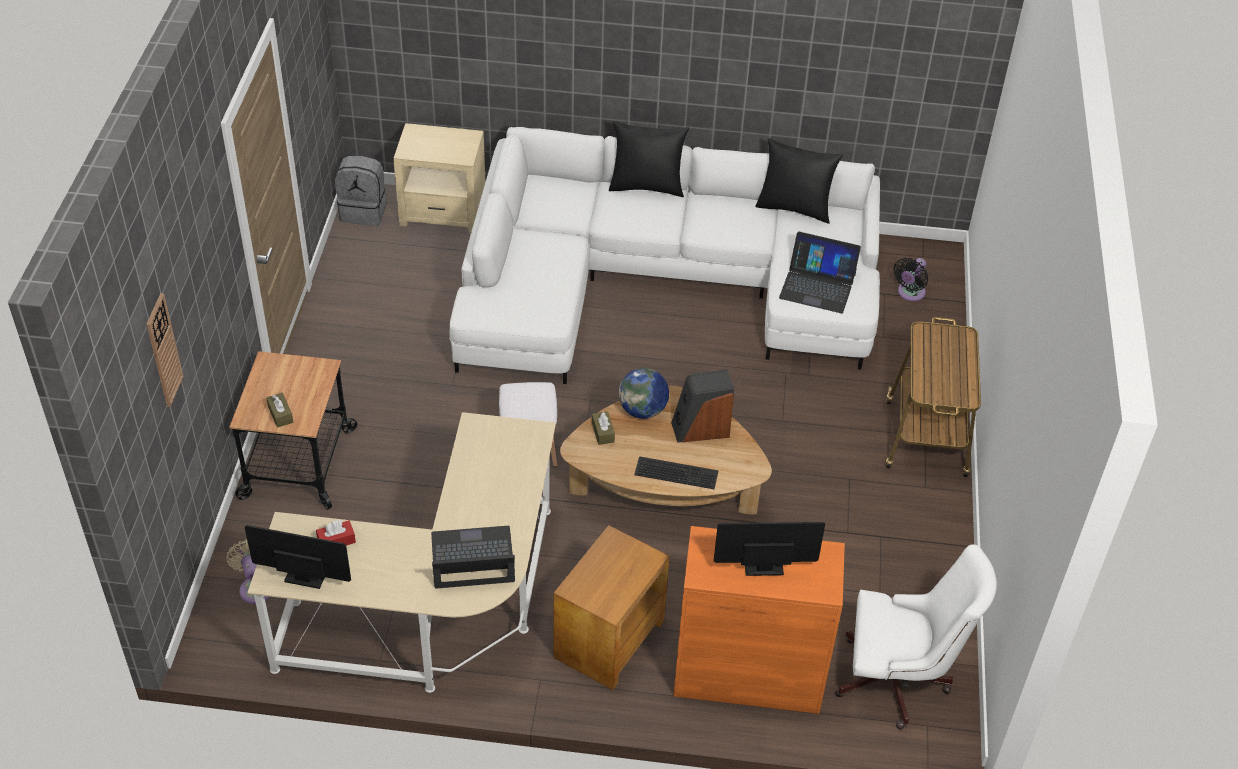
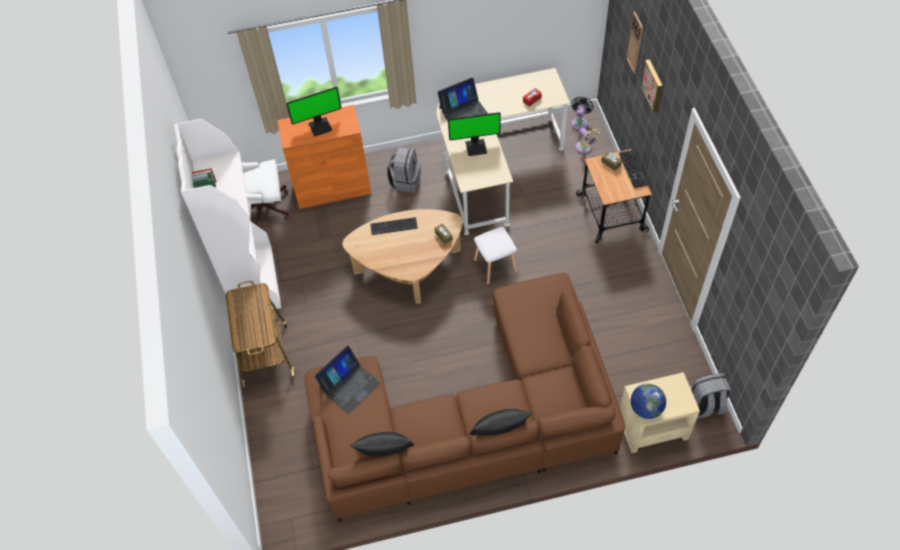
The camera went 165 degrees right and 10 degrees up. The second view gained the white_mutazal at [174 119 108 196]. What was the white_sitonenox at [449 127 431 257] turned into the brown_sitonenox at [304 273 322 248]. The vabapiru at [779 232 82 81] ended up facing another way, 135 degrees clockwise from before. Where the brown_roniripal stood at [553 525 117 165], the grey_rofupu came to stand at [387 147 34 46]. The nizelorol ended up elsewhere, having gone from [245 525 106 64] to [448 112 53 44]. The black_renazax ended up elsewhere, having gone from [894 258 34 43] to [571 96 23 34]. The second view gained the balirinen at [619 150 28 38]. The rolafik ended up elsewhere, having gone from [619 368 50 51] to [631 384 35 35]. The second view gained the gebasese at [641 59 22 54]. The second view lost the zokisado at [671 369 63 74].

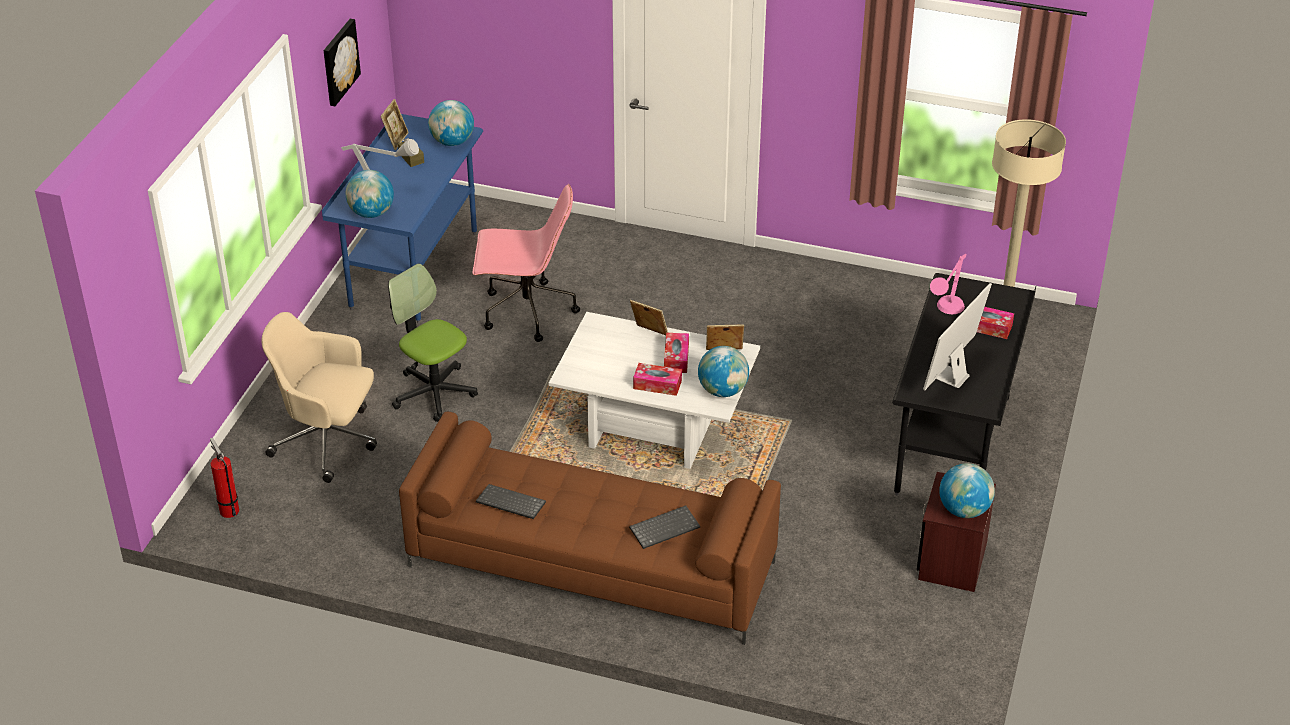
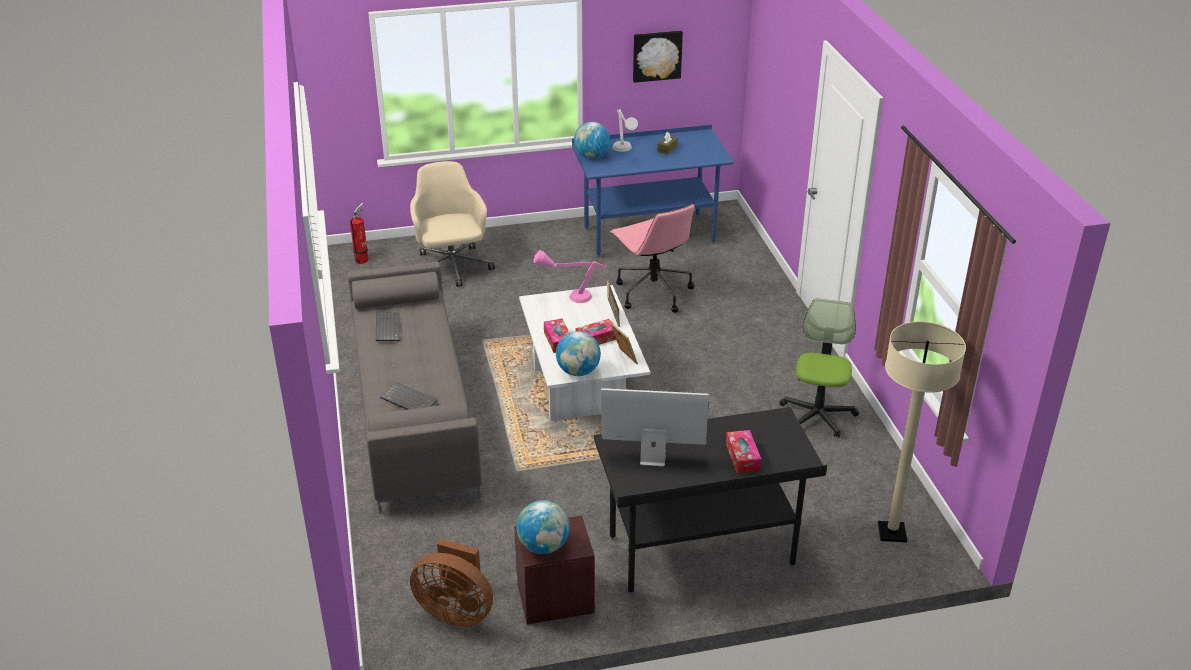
The camera went 60 degrees right and 5 degrees down. What was the brown_sitonenox at [399 412 382 233] turned into the grey_sitonenox at [347 262 135 252]. The second view gained the brown_renazax at [410 539 83 87]. The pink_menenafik ended up elsewhere, having gone from [930 254 36 60] to [534 250 73 53]. The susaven ended up elsewhere, having gone from [388 264 90 158] to [779 298 80 139]. The second view lost the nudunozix at [380 99 29 51]. The second view lost the rolafik at [428 100 46 46].

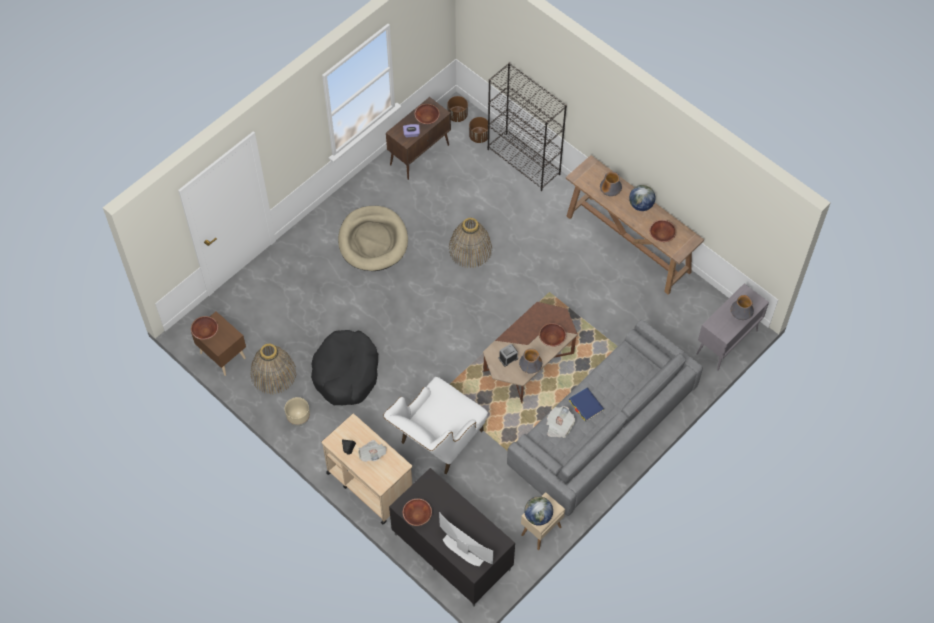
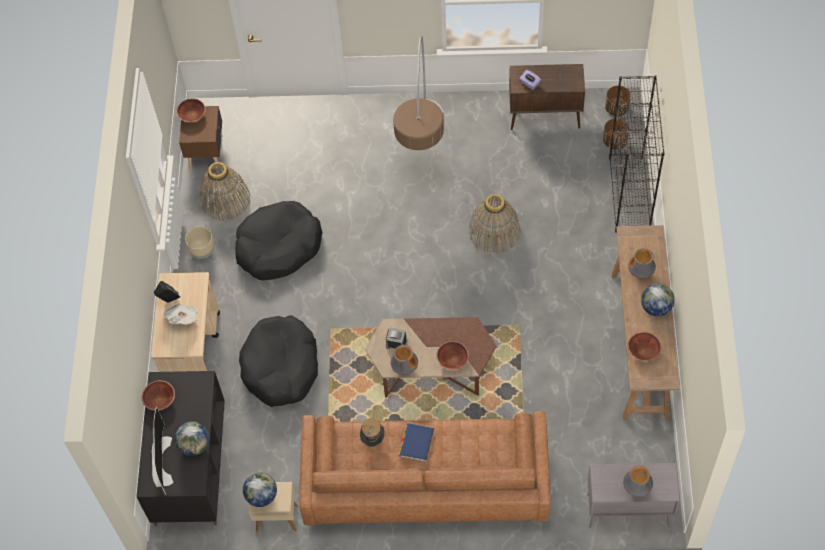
The camera went 50 degrees right and 0 degrees up. The second view gained the rolafik at [175 421 34 35]. Where the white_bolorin stood at [383 377 105 97], the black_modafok came to stand at [239 315 79 92]. What was the grey_sitonenox at [507 320 196 196] turned into the brown_sitonenox at [299 411 251 114]. Where the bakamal stood at [546 406 29 32], the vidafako came to stand at [360 418 25 29]. Where the beige_modafok stood at [338 206 70 65], the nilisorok came to stand at [393 36 51 114]. The second view lost the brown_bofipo at [414 104 26 20].

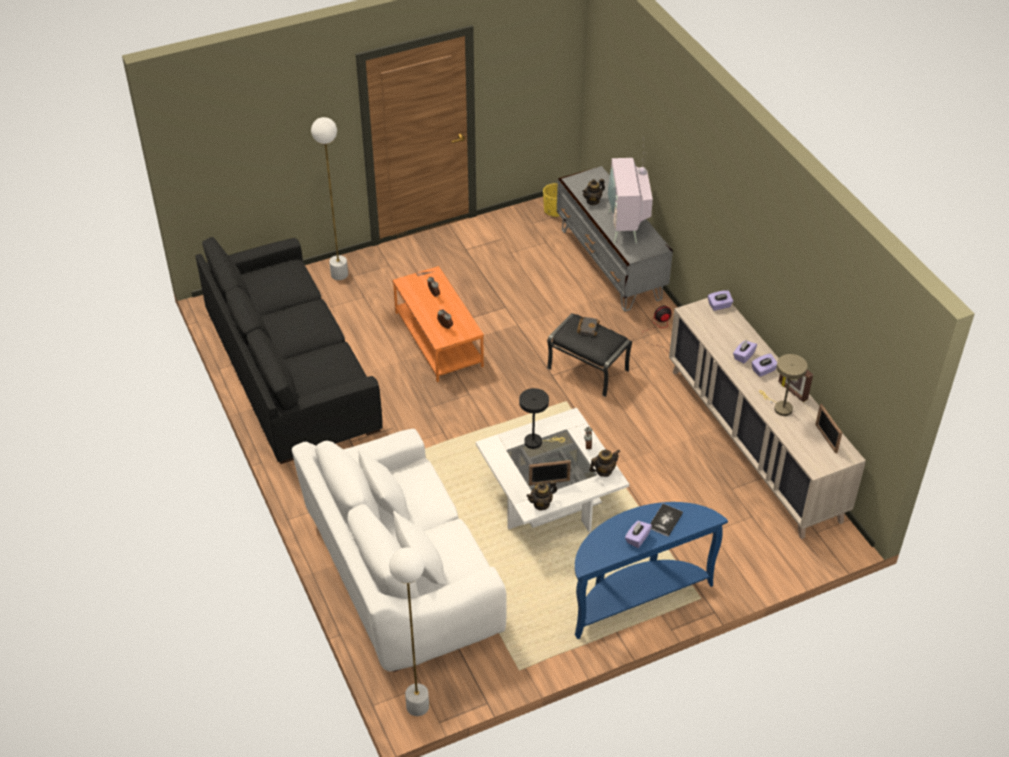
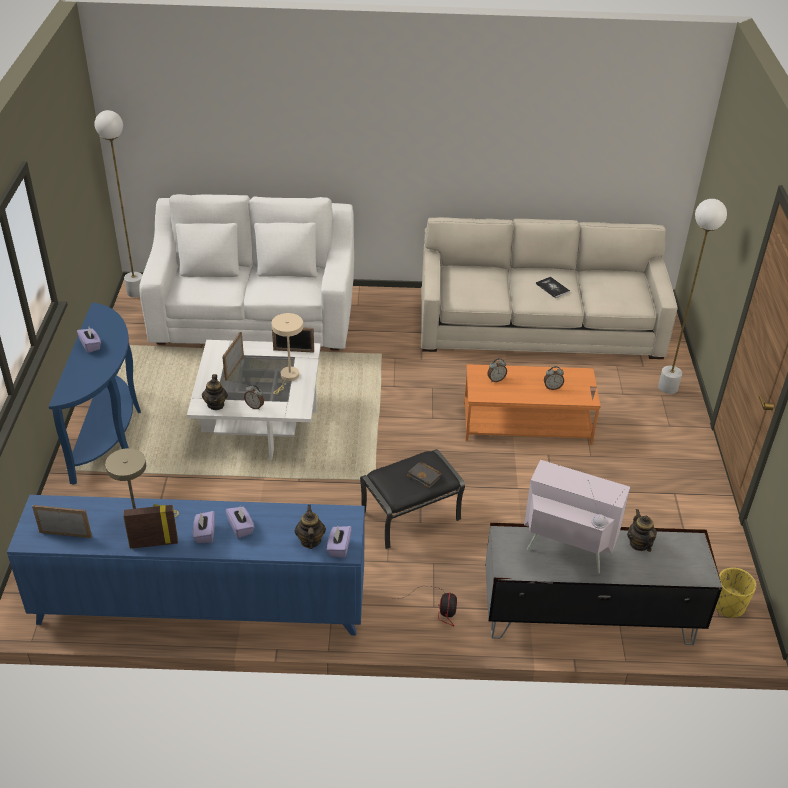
The camera went 115 degrees right and 5 degrees down. What was the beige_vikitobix at [669 298 197 241] turned into the blue_vikitobix at [7 495 358 140]. What was the black_menenafik at [519 388 46 61] turned into the beige_menenafik at [272 313 31 81]. The second view gained the nudunozix at [272 327 42 26]. The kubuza ended up elsewhere, having gone from [527 480 30 31] to [295 505 31 44]. What was the black_sitonenox at [196 237 187 227] turned into the beige_sitonenox at [421 217 256 142]. The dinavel ended up elsewhere, having gone from [650 504 33 33] to [536 276 34 22].

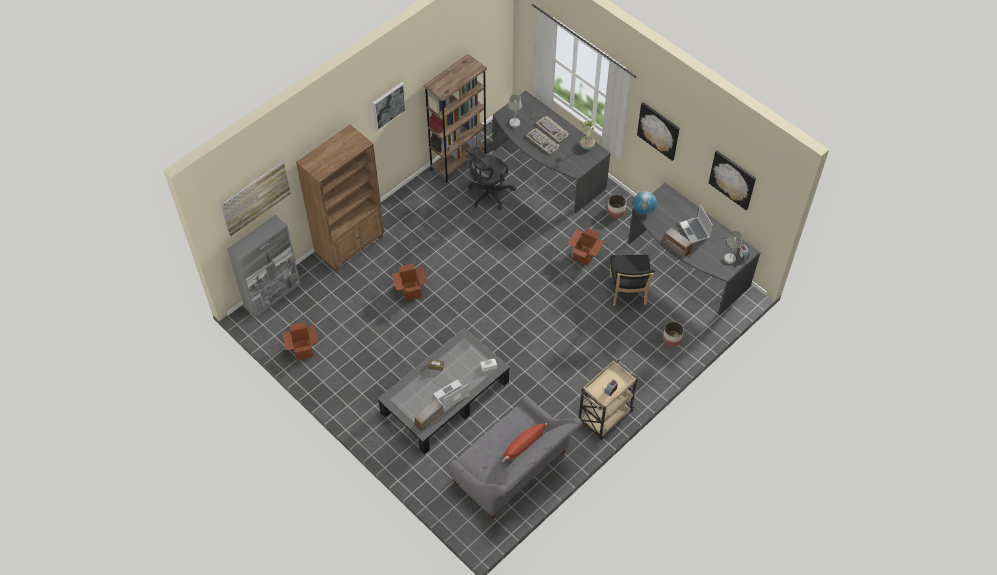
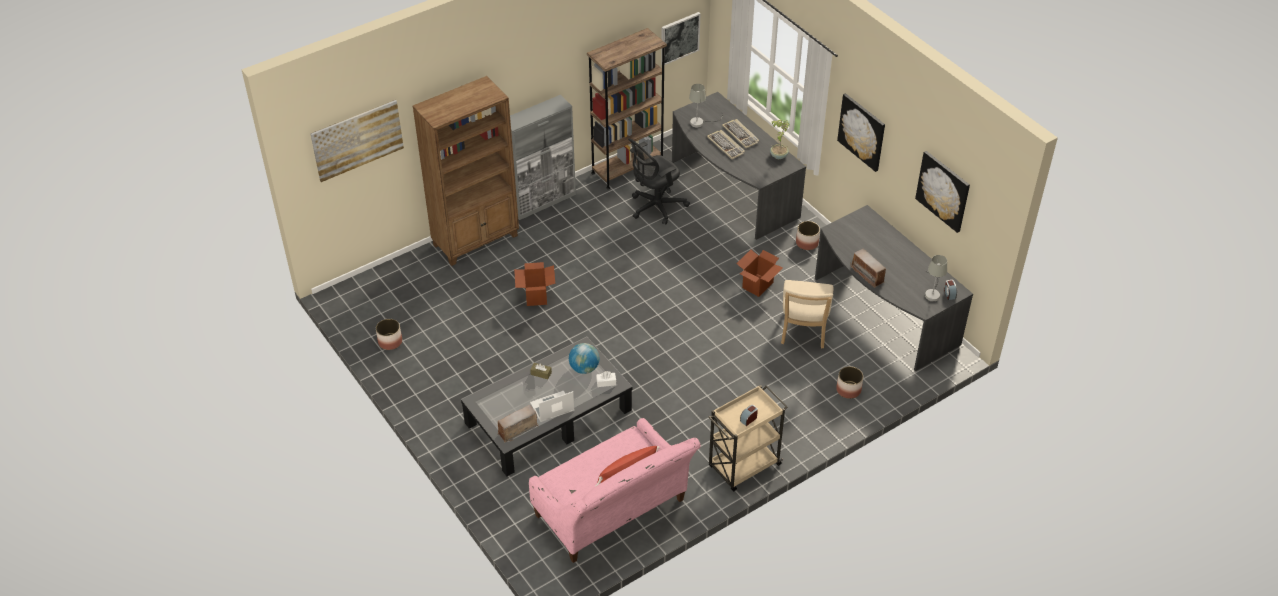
The camera went 10 degrees right and 10 degrees down. Where the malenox stood at [282 322 36 38], the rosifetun came to stand at [376 319 26 31]. The grey_vikitobix ended up elsewhere, having gone from [227 215 73 103] to [510 95 66 125]. What was the grey_sitonenox at [450 397 133 123] turned into the pink_sitonenox at [529 418 172 145]. The rolafik ended up elsewhere, having gone from [633 191 24 24] to [569 343 30 31]. The gebasese ended up elsewhere, having gone from [372 82 35 49] to [661 12 39 53]. What was the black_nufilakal at [610 255 45 51] turned into the beige_nufilakal at [781 280 53 68]. The second view lost the vabapiru at [680 205 33 38].

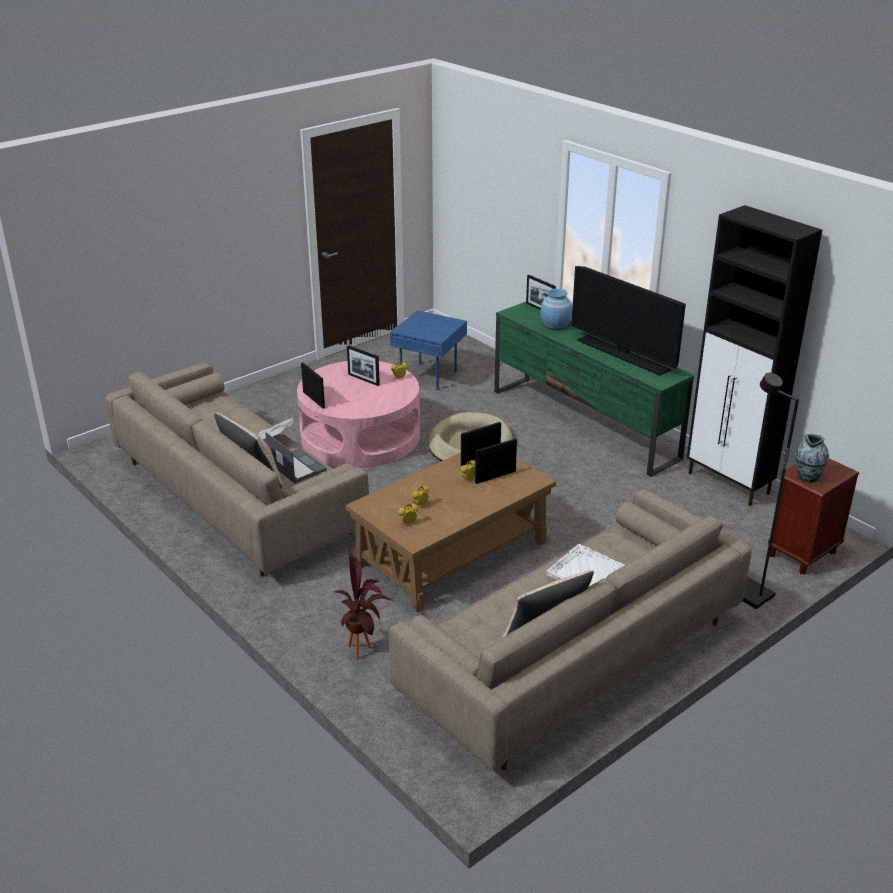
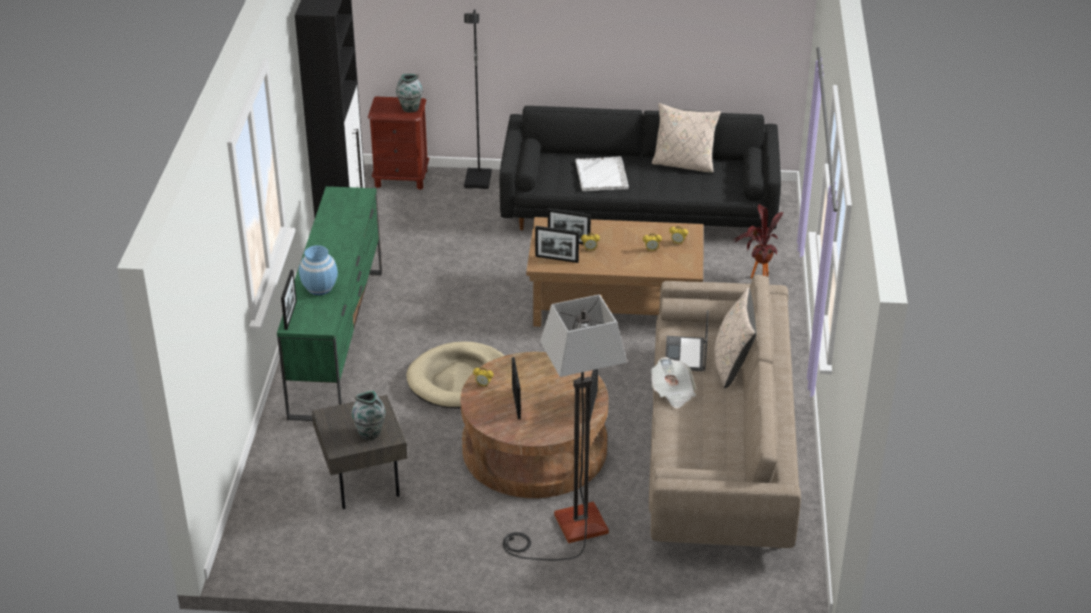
The camera went 135 degrees left and 5 degrees up. What was the blue_roniripal at [390 310 77 80] turned into the grey_roniripal at [312 395 96 114]. The second view gained the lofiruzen at [352 391 34 49]. What was the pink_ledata at [297 361 123 107] turned into the brown_ledata at [461 352 147 146]. What was the beige_sitonenox at [389 489 363 282] turned into the black_sitonenox at [500 106 281 134]. The second view gained the nilisorok at [503 294 124 266]. The second view lost the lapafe at [571 266 115 109].

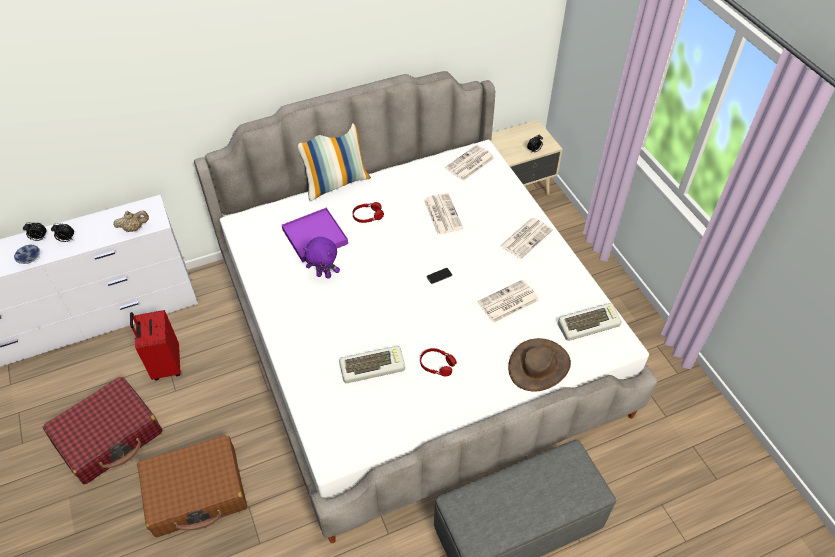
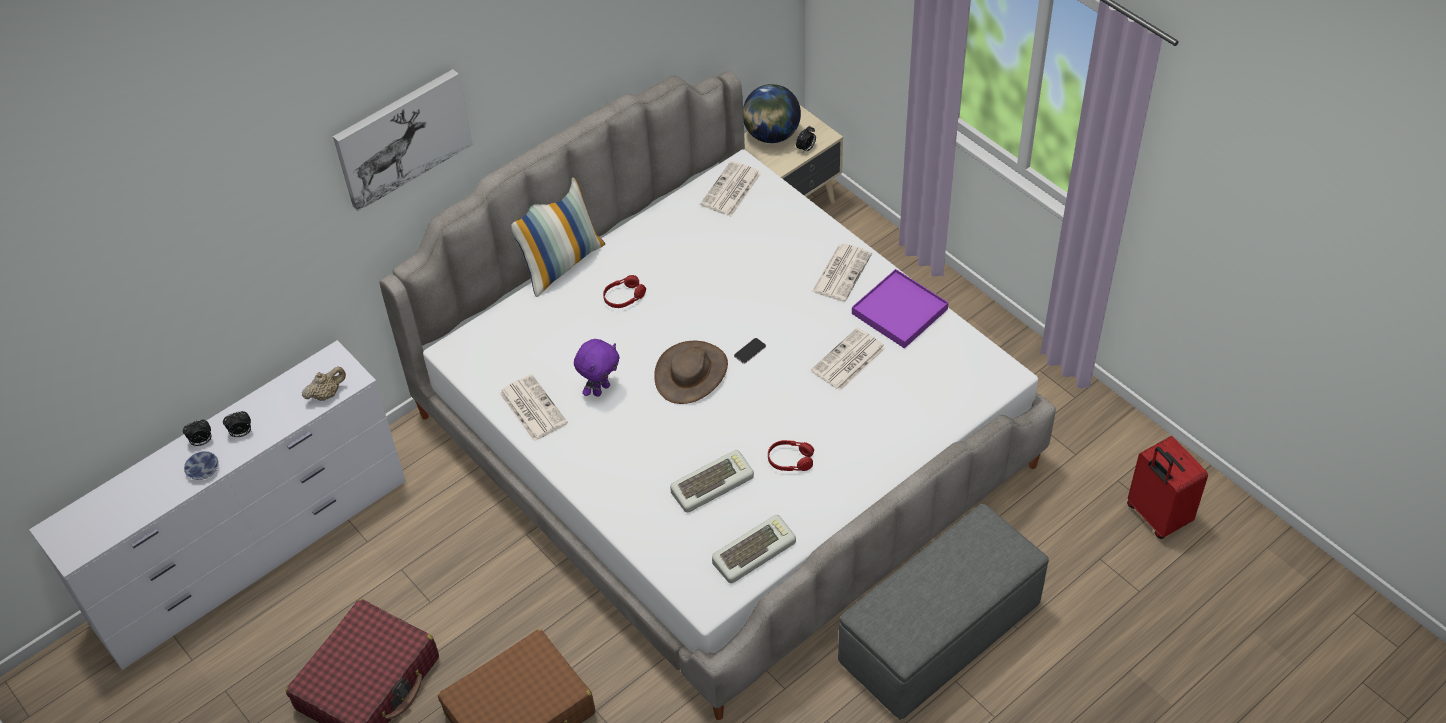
The camera went 15 degrees left and 0 degrees up. The second view gained the gebasese at [333 69 140 142]. The bakamal ended up elsewhere, having gone from [424 193 39 42] to [499 374 69 68]. The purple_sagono at [303 237 37 41] ended up facing another way, 45 degrees counterclockwise from before. The brown_vidafako ended up elsewhere, having gone from [508 338 63 54] to [654 341 74 63]. The balirinen ended up elsewhere, having gone from [558 303 64 38] to [712 515 84 68]. The second view gained the rolafik at [743 84 58 59]. The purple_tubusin ended up elsewhere, having gone from [282 207 66 55] to [852 269 97 80]. The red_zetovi ended up elsewhere, having gone from [130 310 51 71] to [1127 436 81 103].

